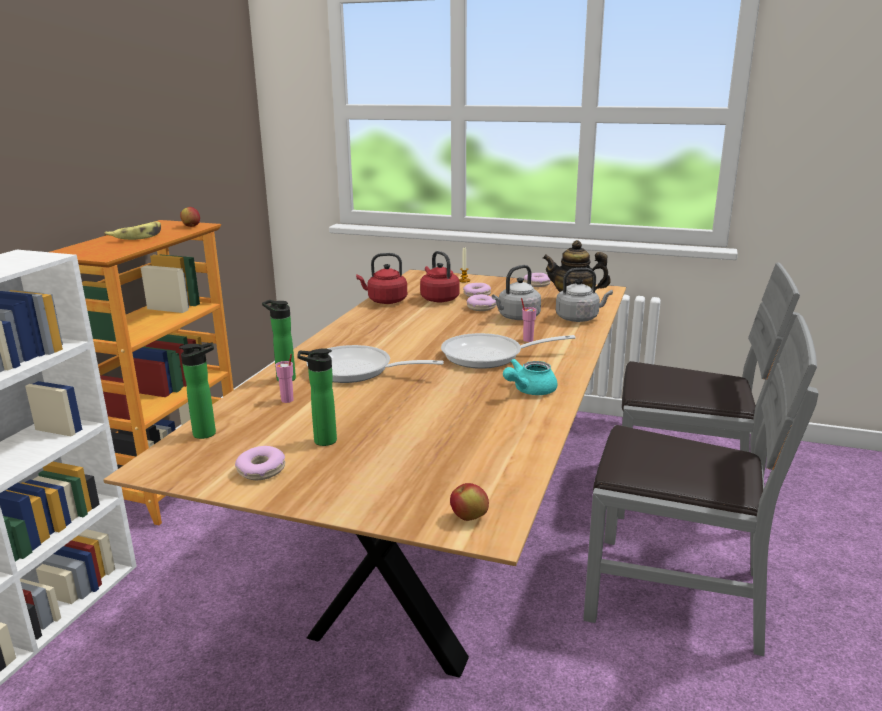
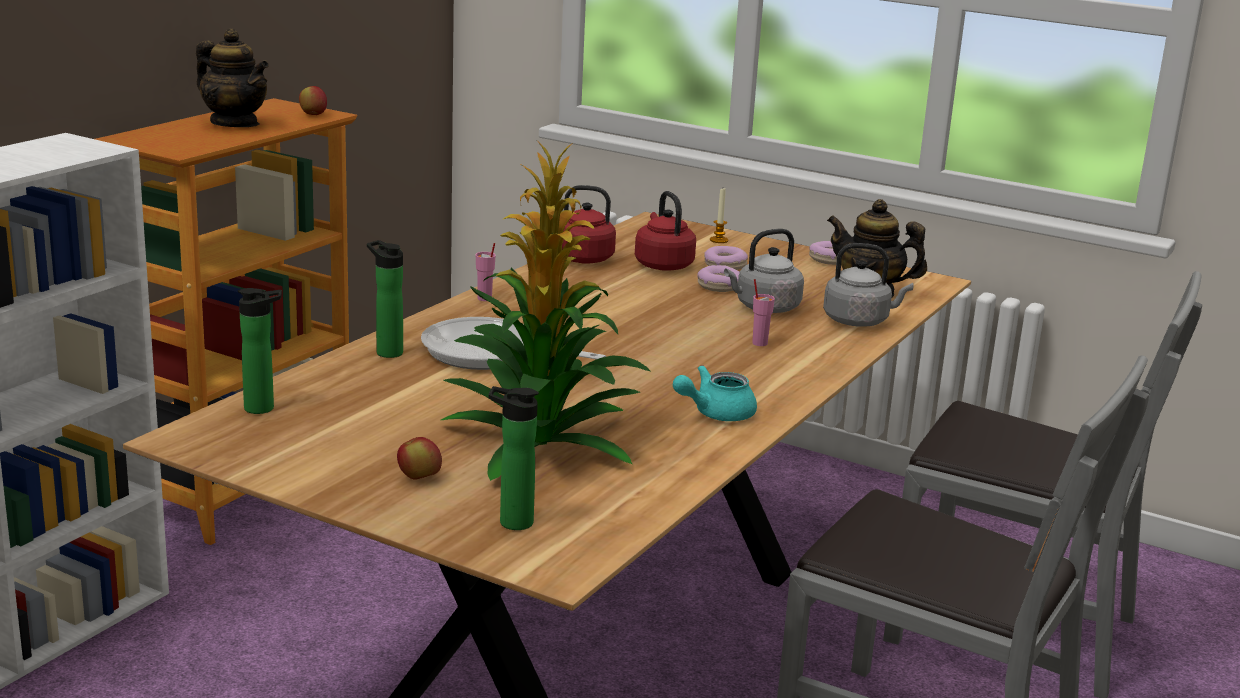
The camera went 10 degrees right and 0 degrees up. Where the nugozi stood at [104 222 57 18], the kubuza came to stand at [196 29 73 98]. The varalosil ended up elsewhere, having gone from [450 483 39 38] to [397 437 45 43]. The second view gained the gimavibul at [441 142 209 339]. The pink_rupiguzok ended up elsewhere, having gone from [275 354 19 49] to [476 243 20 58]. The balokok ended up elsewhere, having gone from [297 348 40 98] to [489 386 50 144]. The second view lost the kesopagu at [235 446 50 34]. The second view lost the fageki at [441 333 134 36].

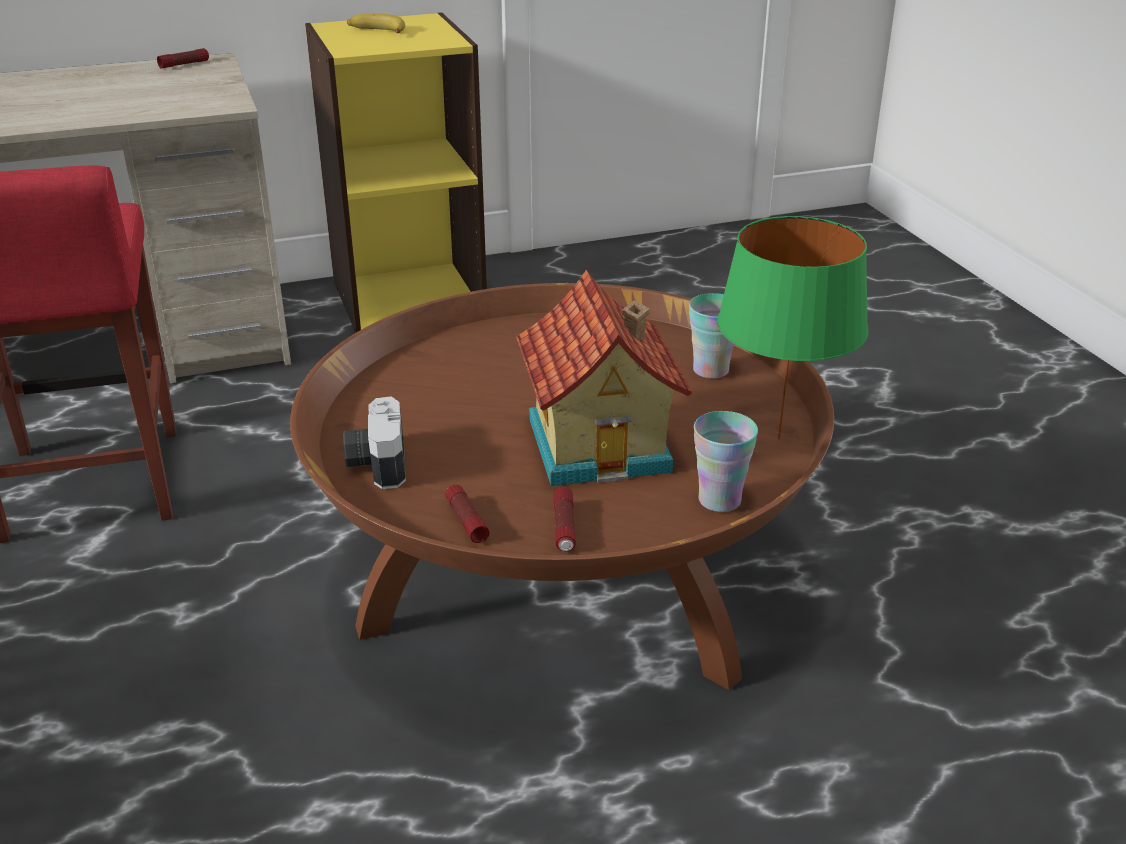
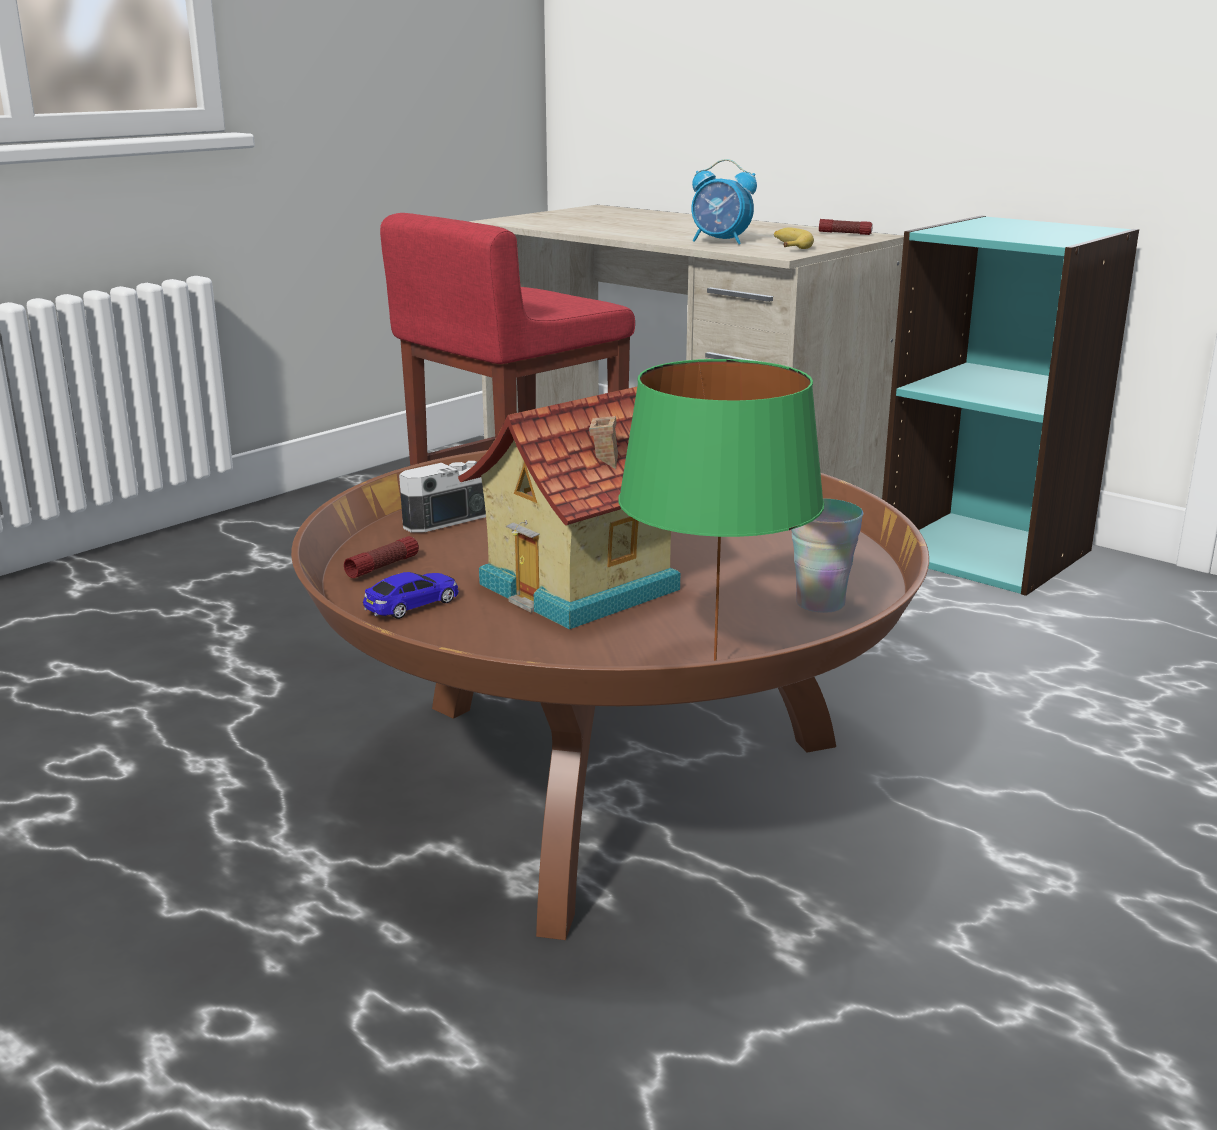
The camera went 60 degrees right and 10 degrees down. Where the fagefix stood at [554 487 22 64], the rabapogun came to stand at [363 572 96 47]. The second view gained the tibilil at [691 159 66 85]. The nugozi ended up elsewhere, having gone from [347 13 58 20] to [774 228 40 21]. What was the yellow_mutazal at [305 12 182 321] turned into the turquoise_mutazal at [882 216 257 380]. The second view lost the rupiguzok at [694 411 64 101].

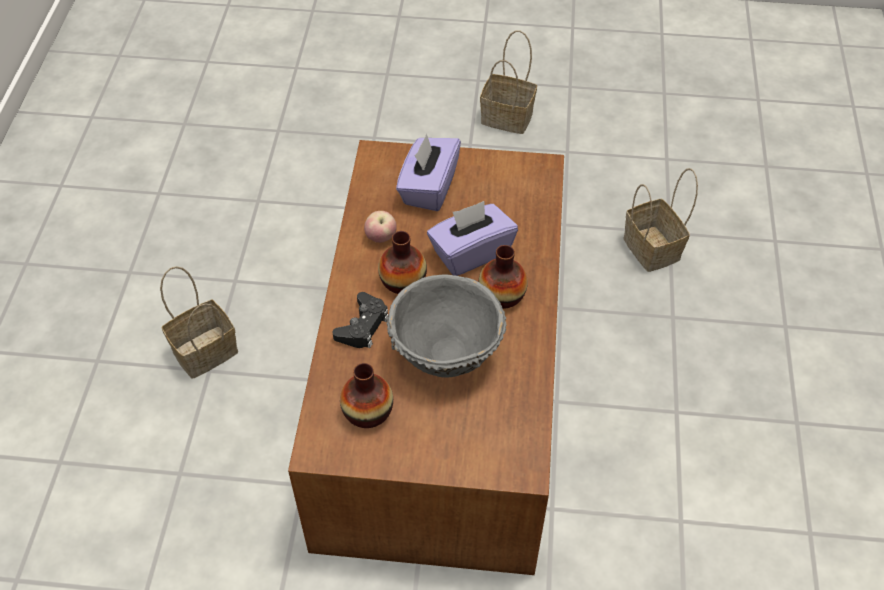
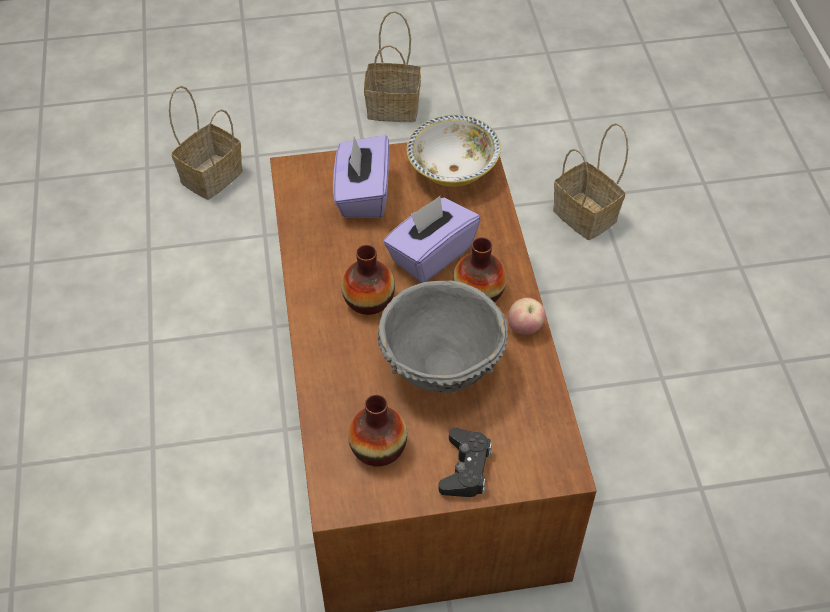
The camera went 15 degrees left and 0 degrees up. The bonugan ended up elsewhere, having gone from [160 266 78 113] to [169 86 74 114]. The second view gained the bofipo at [407 115 94 72]. The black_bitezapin ended up elsewhere, having gone from [333 292 55 56] to [438 428 54 69]. The varalosil ended up elsewhere, having gone from [364 211 33 32] to [508 298 38 37].

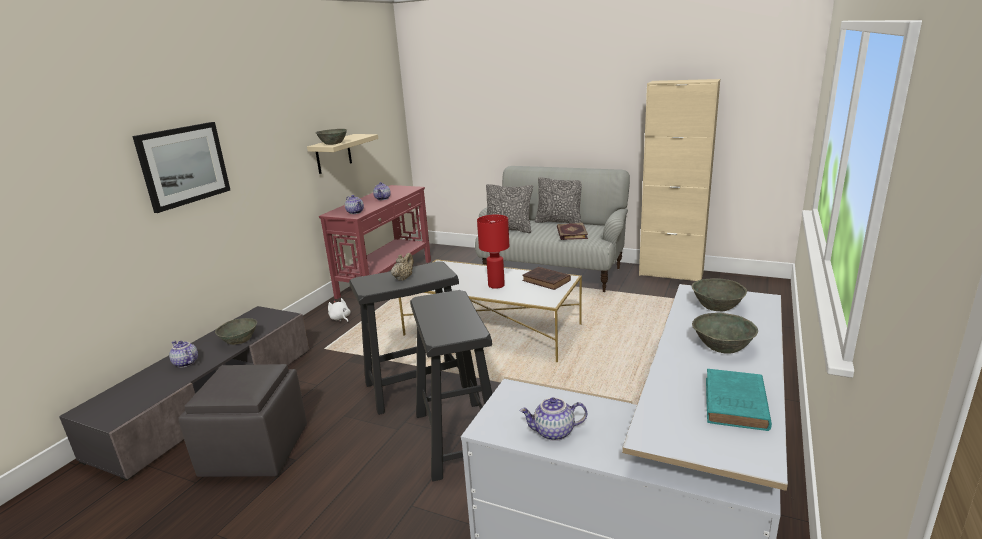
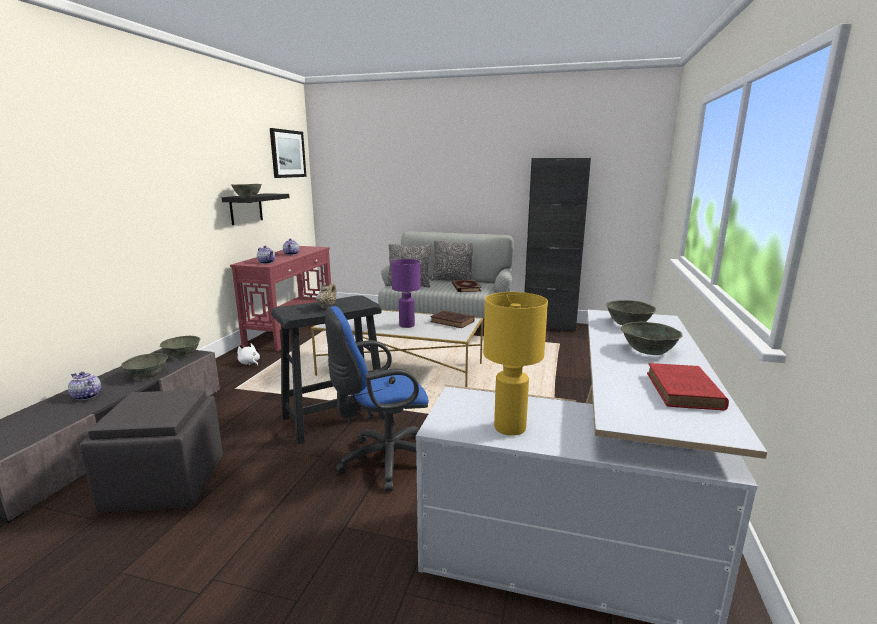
The camera went 10 degrees left and 5 degrees down. The second view gained the grey_bofipo at [160 336 40 22]. What was the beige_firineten at [307 134 71 40] turned into the black_firineten at [222 193 68 32]. The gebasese ended up elsewhere, having gone from [132 122 98 91] to [270 128 37 50]. Where the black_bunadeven stood at [410 290 82 192], the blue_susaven came to stand at [325 306 104 185]. What was the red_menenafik at [477 215 32 74] turned into the purple_menenafik at [391 259 30 69]. Where the kubuza stood at [519 398 68 43], the yellow_menenafik came to stand at [483 292 65 144]. What was the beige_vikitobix at [639 79 81 202] turned into the black_vikitobix at [524 158 67 173]. What was the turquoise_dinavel at [706 369 66 62] turned into the red_dinavel at [647 363 82 48].

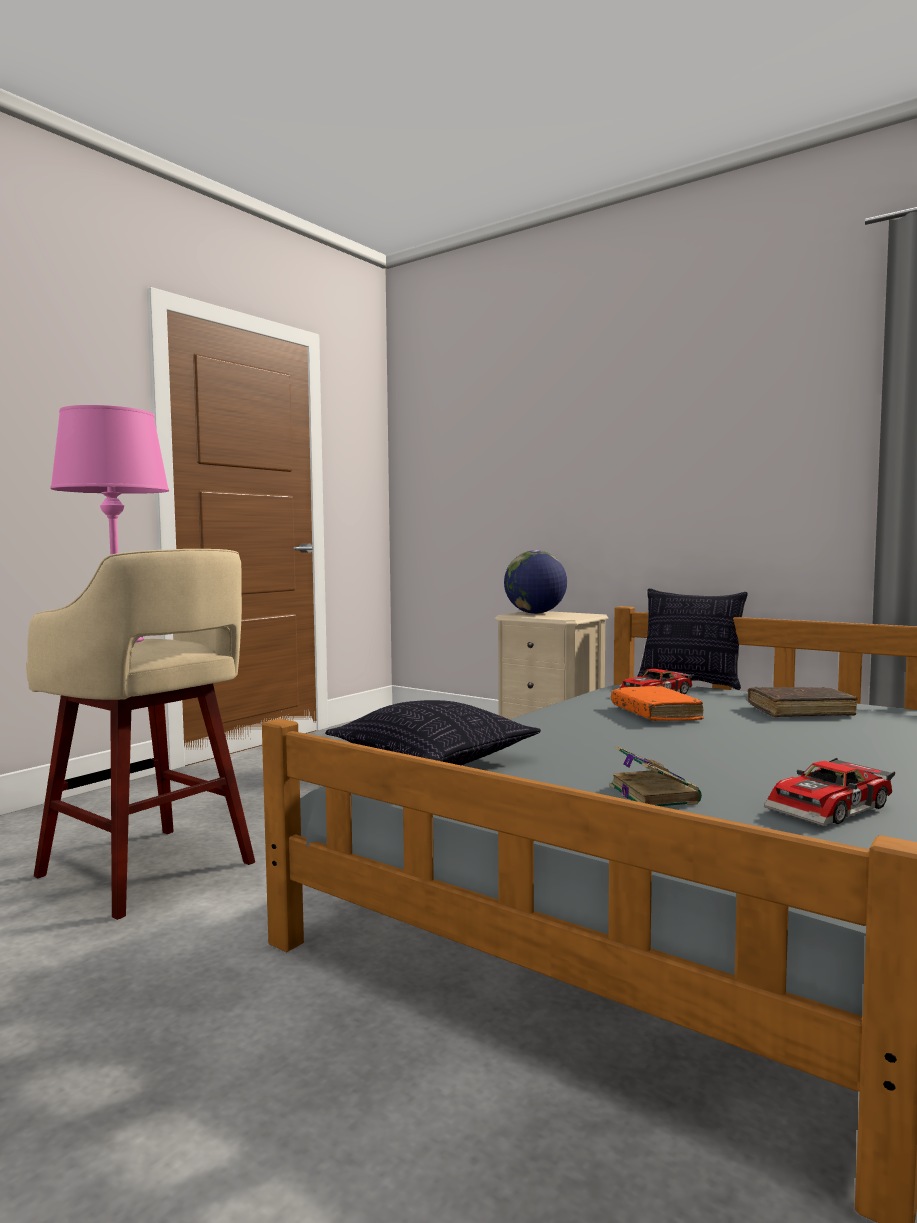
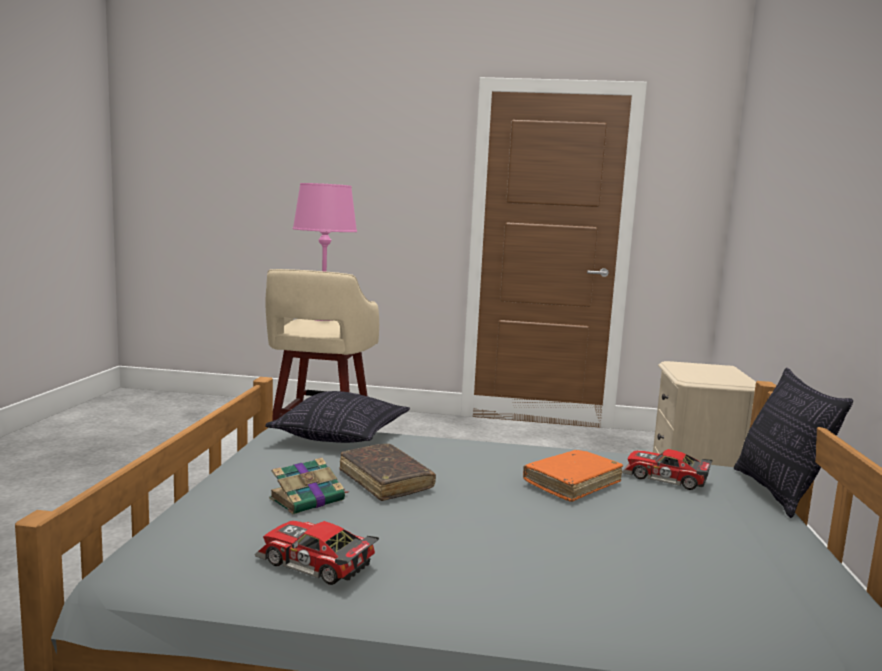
The camera went 60 degrees right and 5 degrees up. The brown_dinavel ended up elsewhere, having gone from [748 687 110 30] to [340 444 96 57]. The second view lost the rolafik at [504 550 63 64].

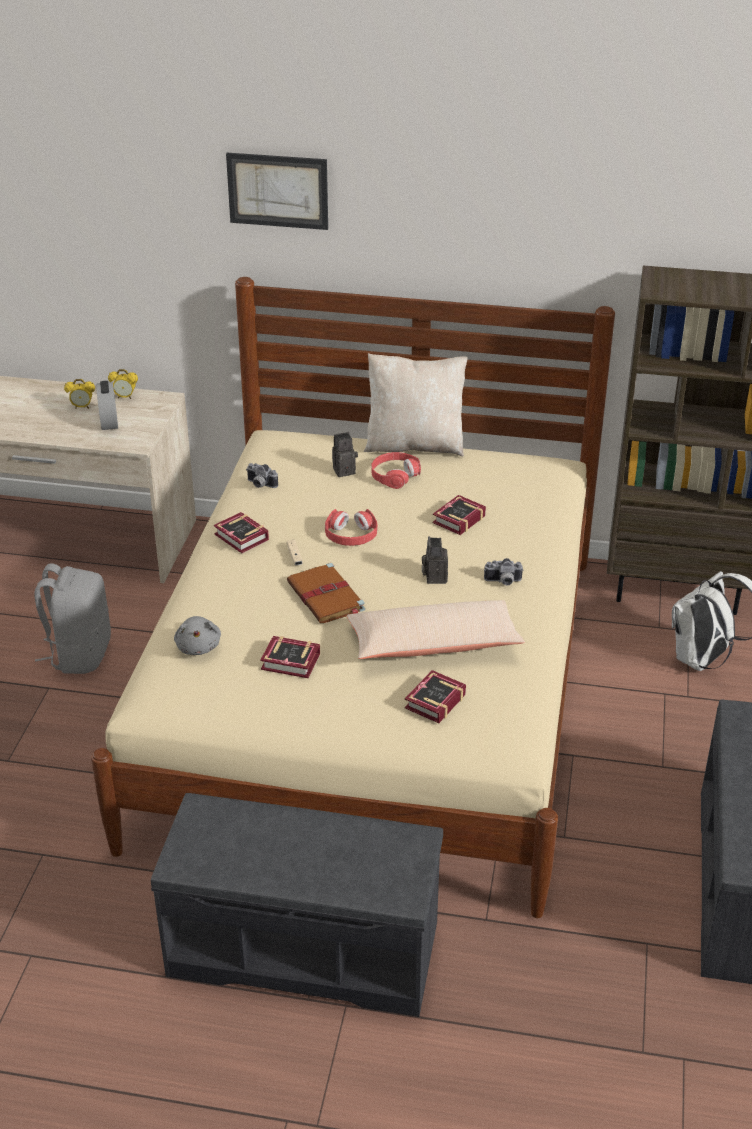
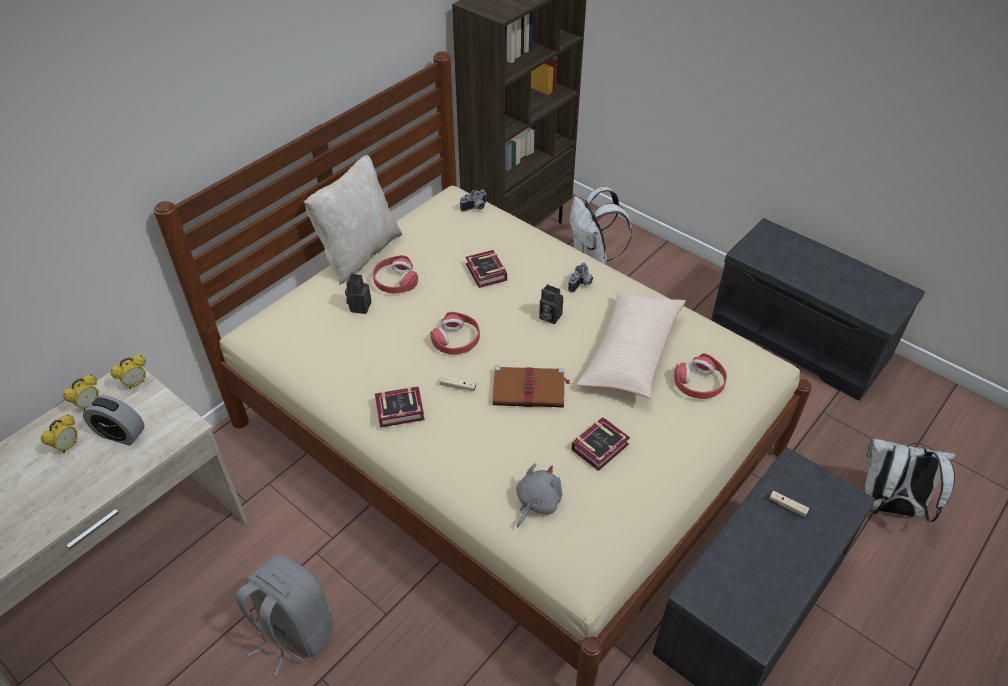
The camera went 60 degrees left and 10 degrees up. The second view gained the tibilil at [110 355 36 34]. The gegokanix ended up elsewhere, having gone from [246 463 32 25] to [460 189 27 23]. The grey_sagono at [174 616 47 39] ended up facing another way, 75 degrees counterclockwise from before. Where the dinavel stood at [405 670 61 53], the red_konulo came to stand at [674 353 53 46]. The second view gained the beige_bitezapin at [769 491 40 26]. The second view gained the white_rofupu at [865 439 91 83]. The second view lost the gebasese at [226 153 102 77].

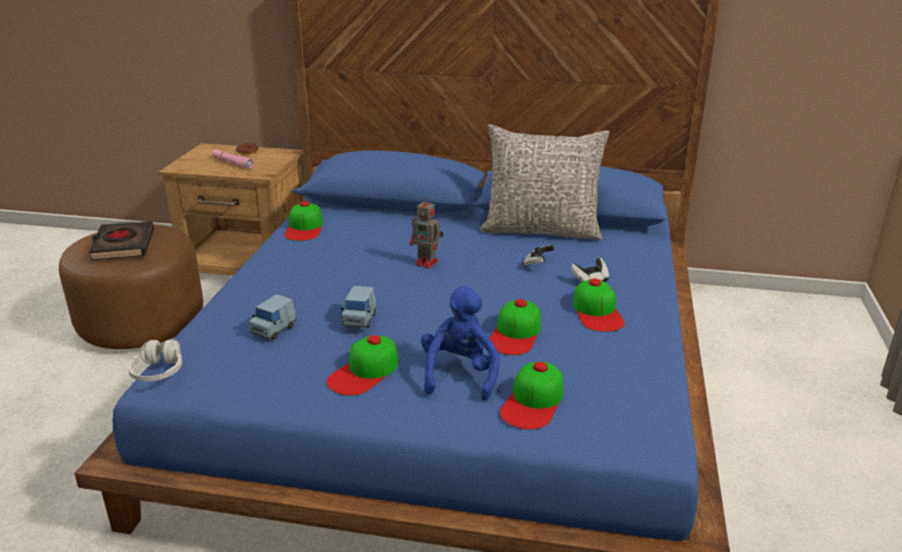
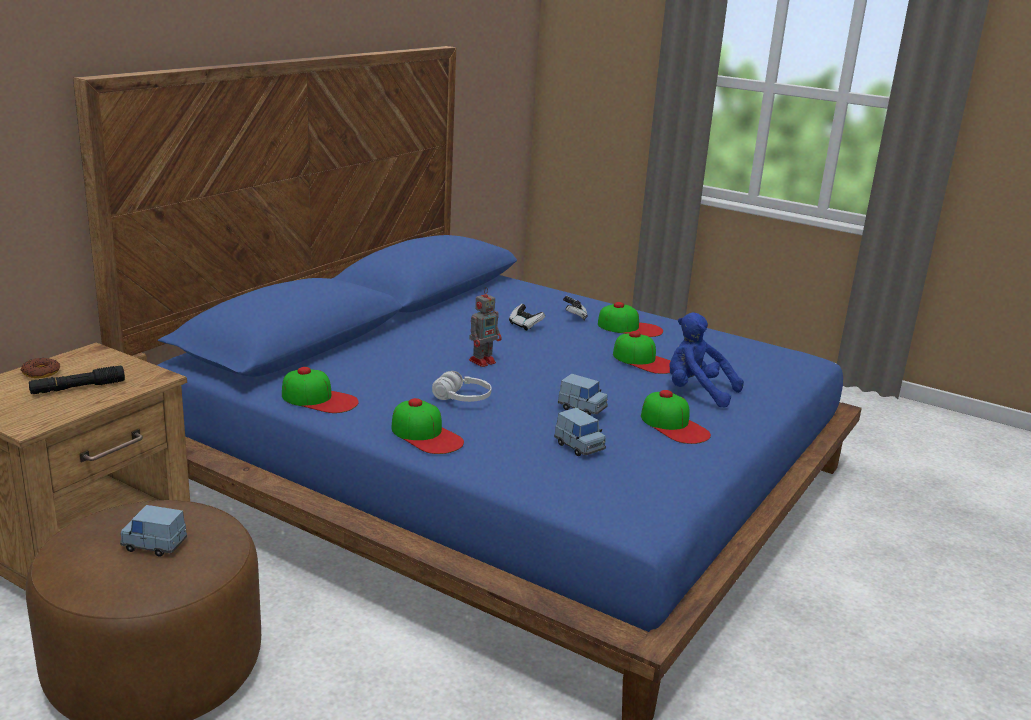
The camera went 70 degrees left and 5 degrees down. What was the pink_fagefix at [212 150 42 19] turned into the black_fagefix at [29 366 96 28]. Where the black_dinavel stood at [89 221 65 39], the blue_rabapogun came to stand at [120 505 67 52]. The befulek ended up elsewhere, having gone from [500 362 63 68] to [391 398 73 56]. The white_konulo ended up elsewhere, having gone from [128 340 54 41] to [432 371 60 31]. The second view lost the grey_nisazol at [480 124 130 116].

